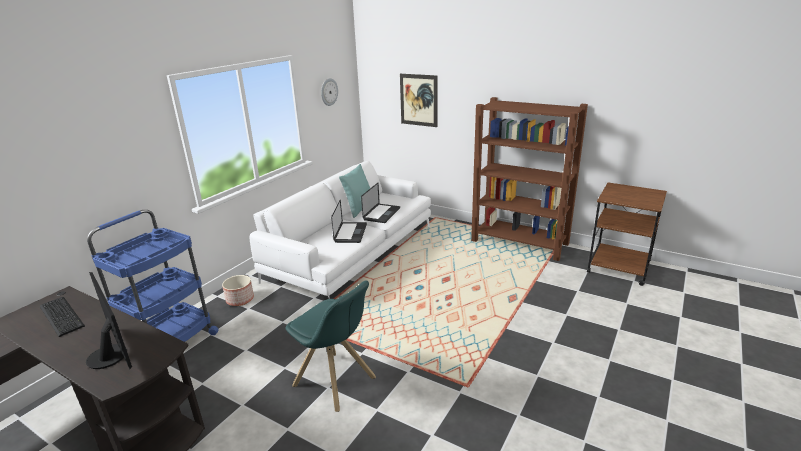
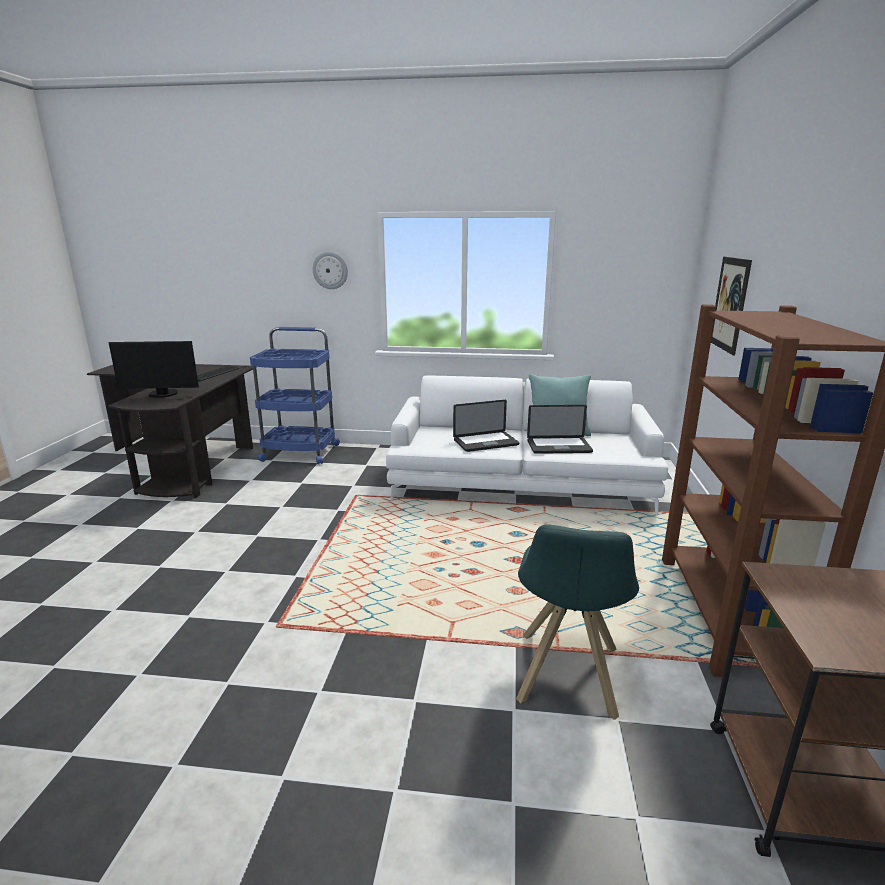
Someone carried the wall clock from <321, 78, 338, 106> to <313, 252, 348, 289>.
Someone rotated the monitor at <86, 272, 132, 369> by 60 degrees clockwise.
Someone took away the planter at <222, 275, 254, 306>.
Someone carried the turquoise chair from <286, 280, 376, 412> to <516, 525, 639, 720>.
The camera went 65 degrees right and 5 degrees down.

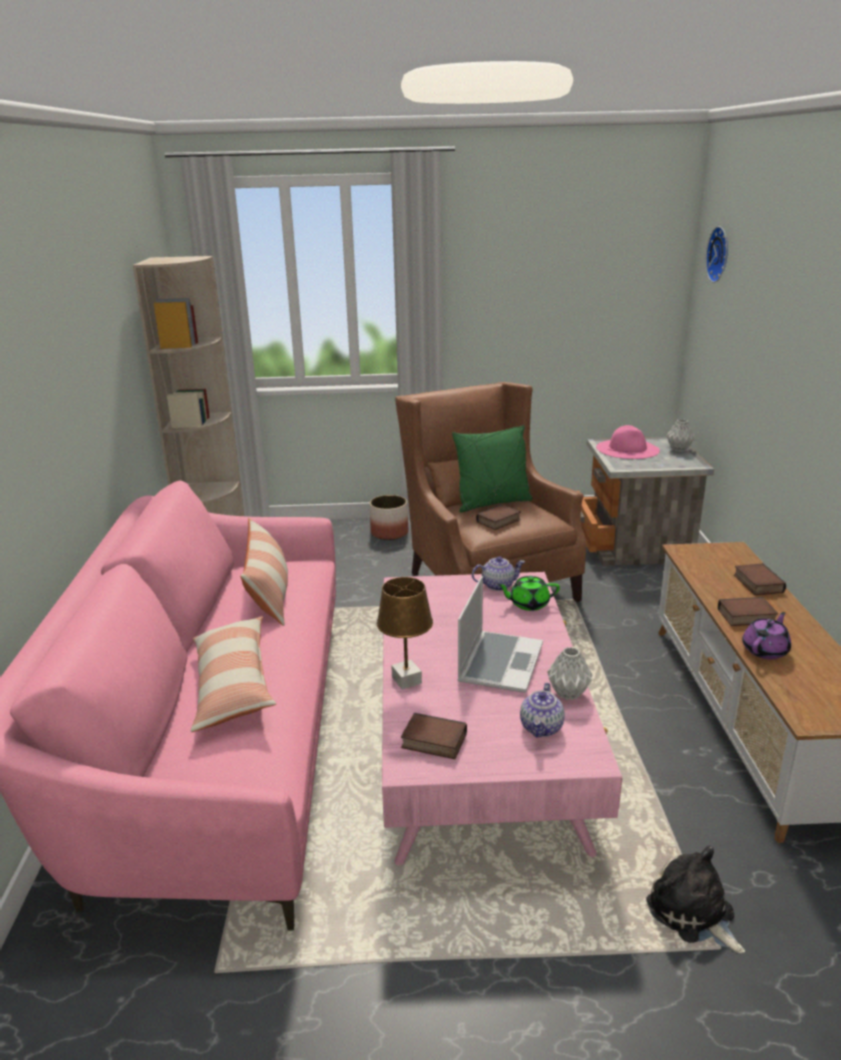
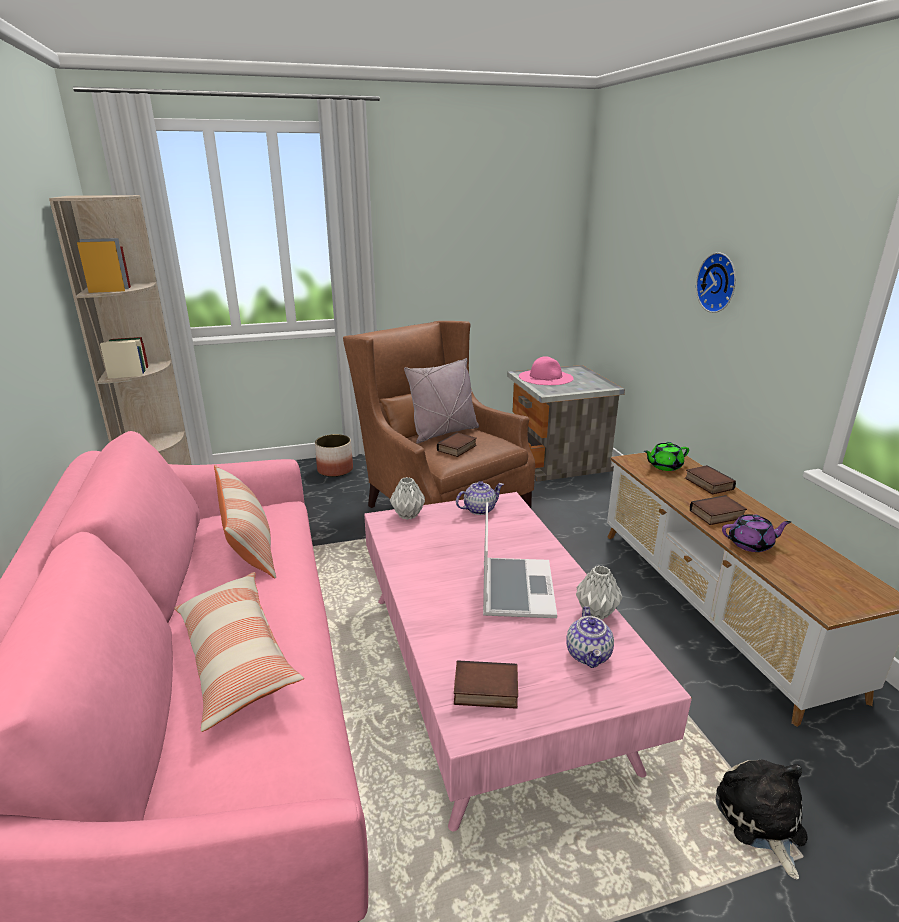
Someone carried the wall clock from <706, 226, 728, 283> to <696, 252, 736, 313>.
Someone carried the grey vase from <667, 419, 695, 452> to <390, 477, 425, 520>.
Someone repainted the green pillow at <452, 425, 533, 513>, which became the purple pillow at <404, 358, 479, 444>.
Someone carried the green teapot from <497, 576, 560, 611> to <644, 442, 689, 471>.
Someone took away the brown table lamp at <377, 577, 433, 689>.
Someone rotated the purple teapot at <742, 612, 791, 659> by 60 degrees clockwise.
Someone rotated the plush toy at <646, 846, 745, 953> by 45 degrees clockwise.
The camera went 15 degrees left and 0 degrees up.

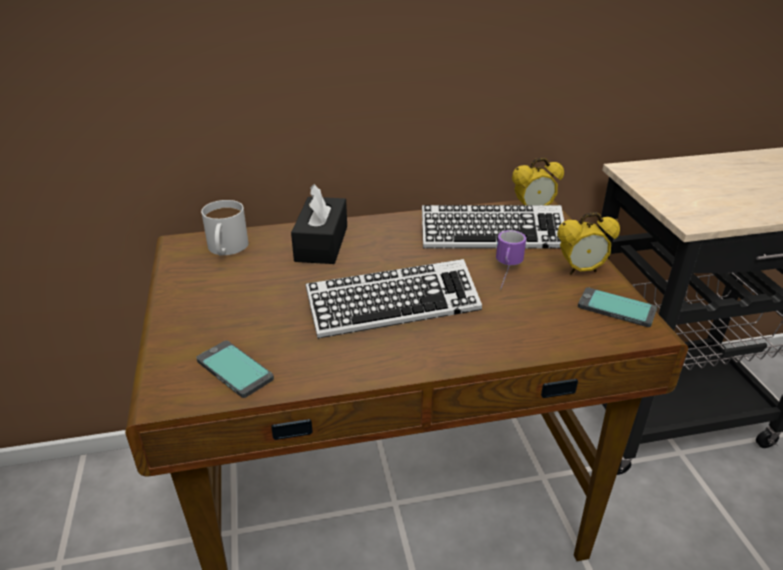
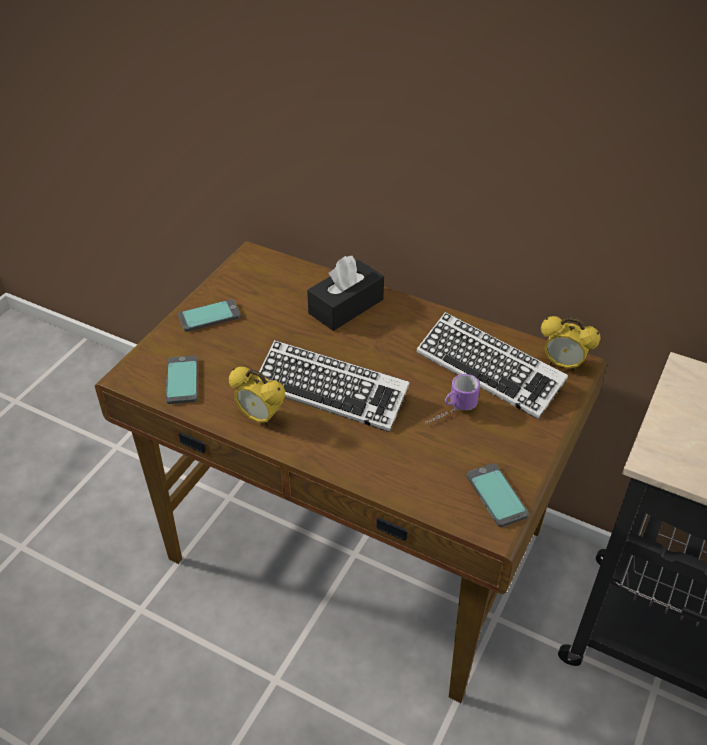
Someone took away the white mug at <201, 200, 249, 255>.
Someone carried the alarm clock from <557, 212, 620, 275> to <229, 367, 285, 426>.
Someone put down the phone at <178, 299, 241, 332>.
The camera went 40 degrees right and 10 degrees up.

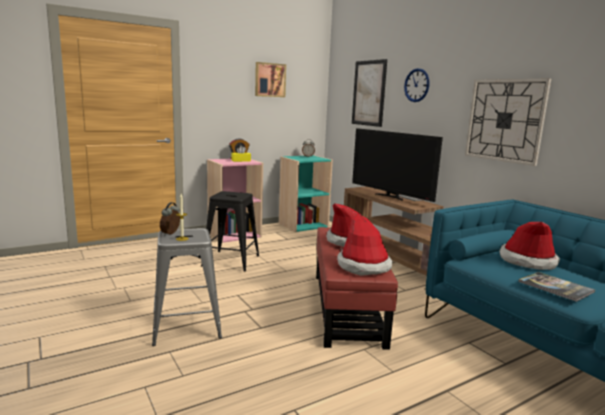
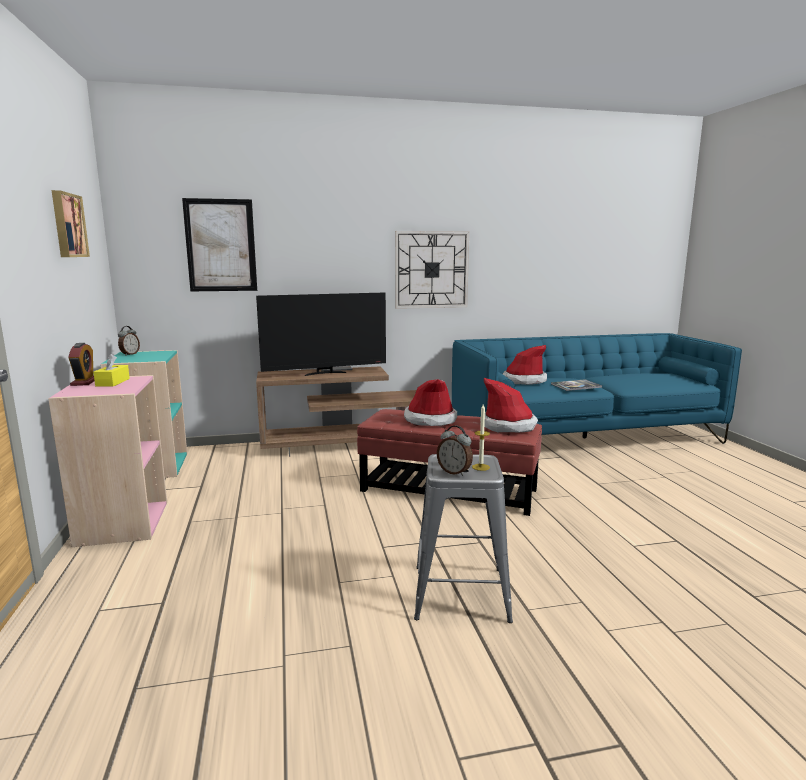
Someone took away the wall clock at <404, 68, 429, 102>.
Someone took away the black stool at <201, 191, 259, 271>.
The camera went 70 degrees left and 0 degrees up.

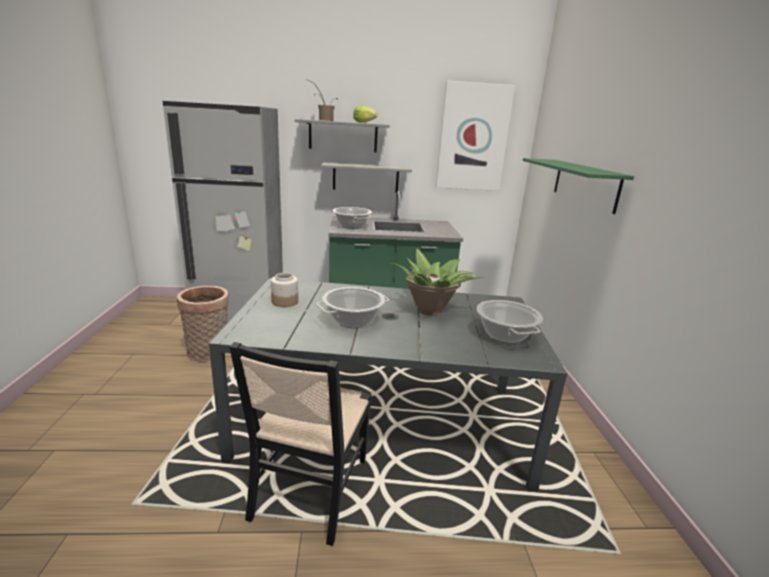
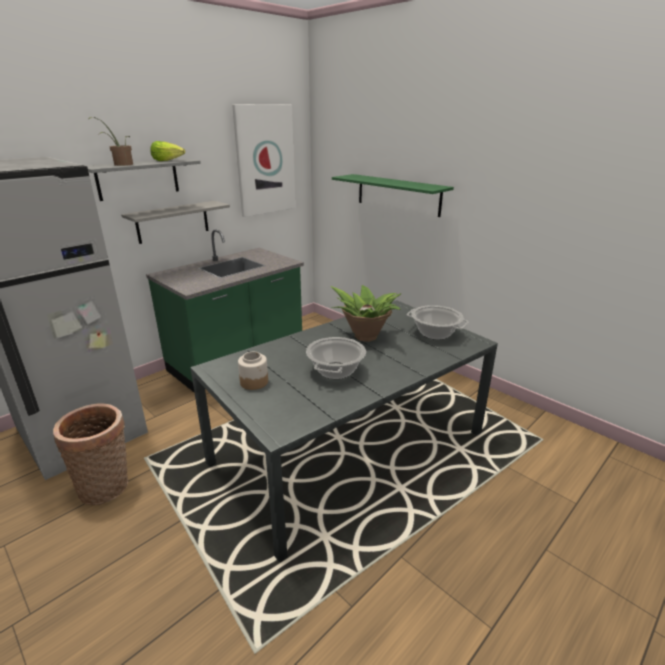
Someone took away the cooking pot at <333, 207, 372, 229>.
Someone took away the chair at <229, 342, 372, 546>.
The camera went 40 degrees left and 5 degrees up.

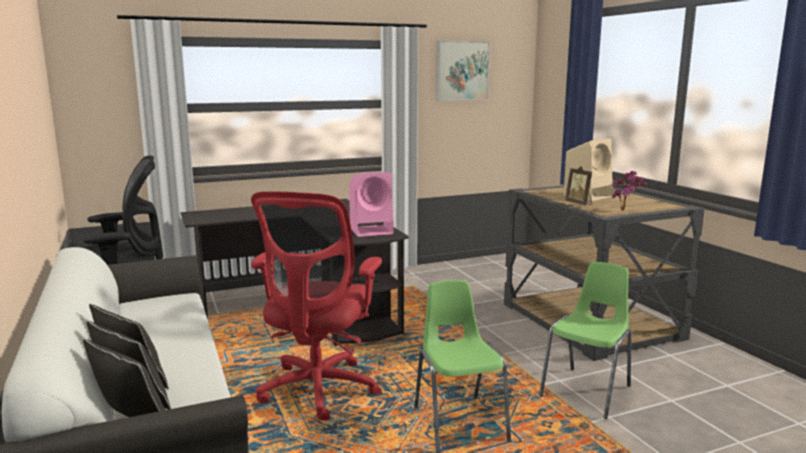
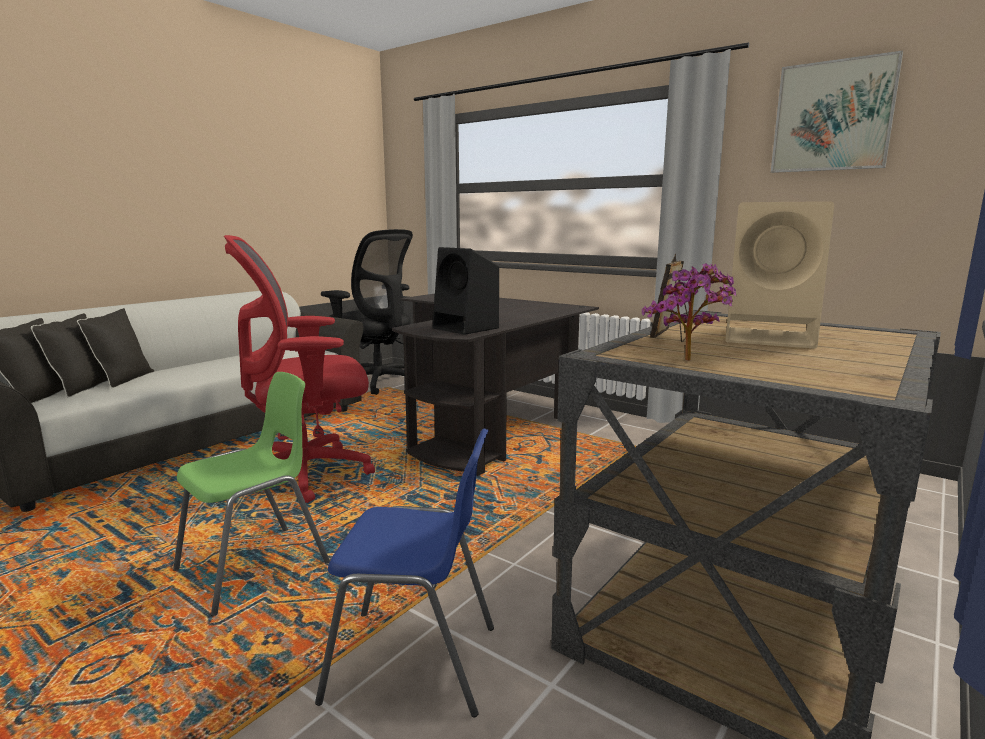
Someone repainted the pink speaker at <349, 172, 394, 237>, which became the black speaker at <432, 247, 499, 335>.
Someone repainted the green chair at <539, 262, 631, 419>, which became the blue chair at <315, 428, 494, 717>.
The camera went 60 degrees right and 0 degrees up.

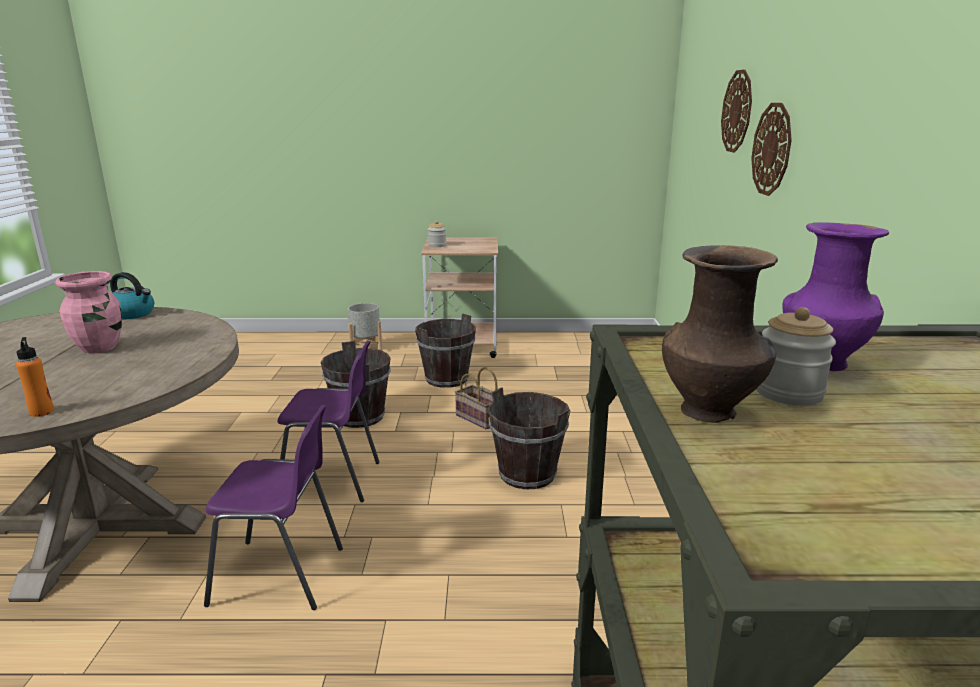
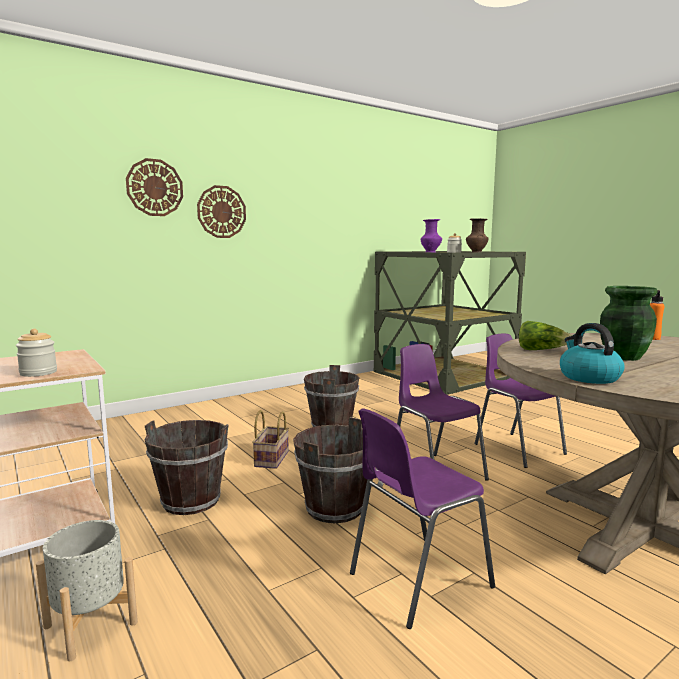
Someone repainted the pink vase at <55, 271, 122, 354>, which became the green vase at <600, 286, 658, 361>.
Someone put down the lettuce at <519, 321, 572, 350>.
Someone put down the purple chair at <350, 408, 495, 629>.
The camera went 125 degrees left and 10 degrees down.

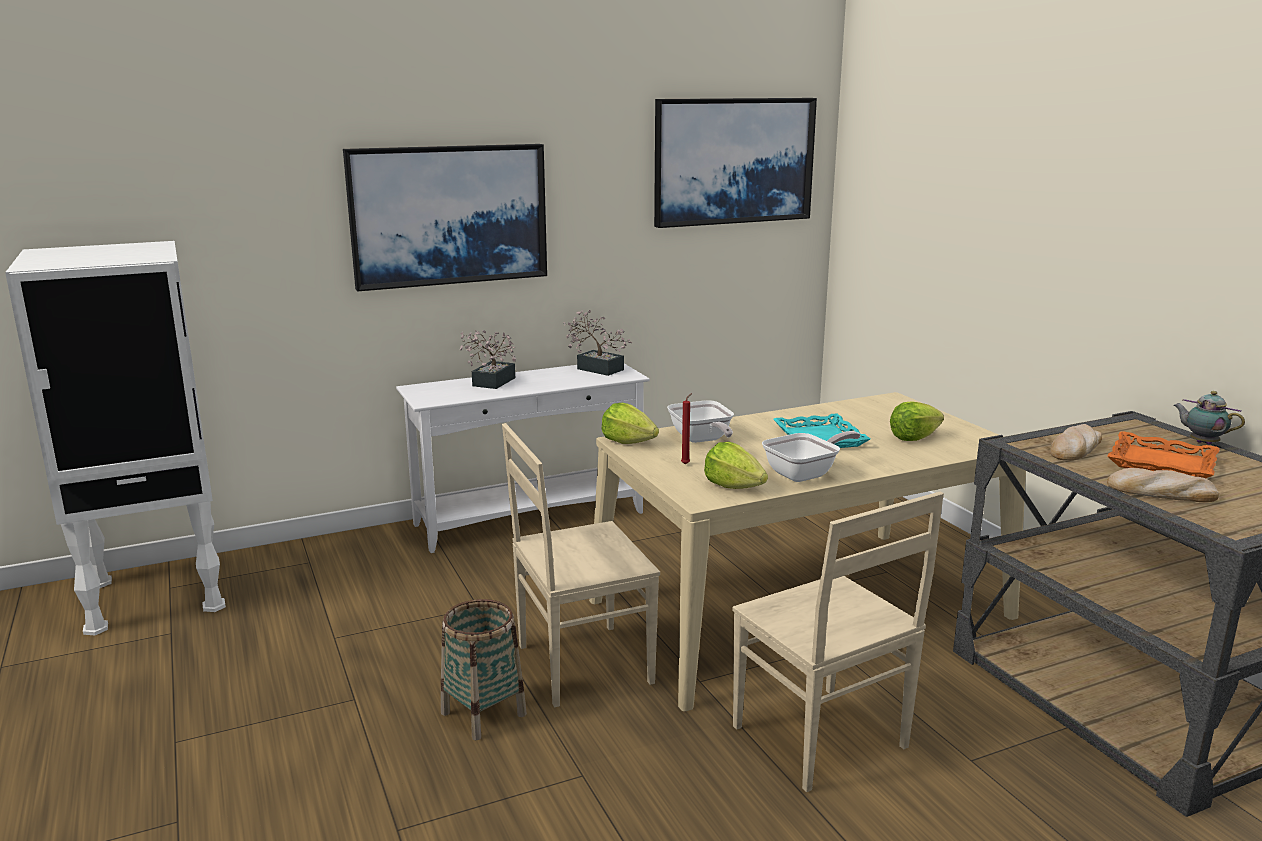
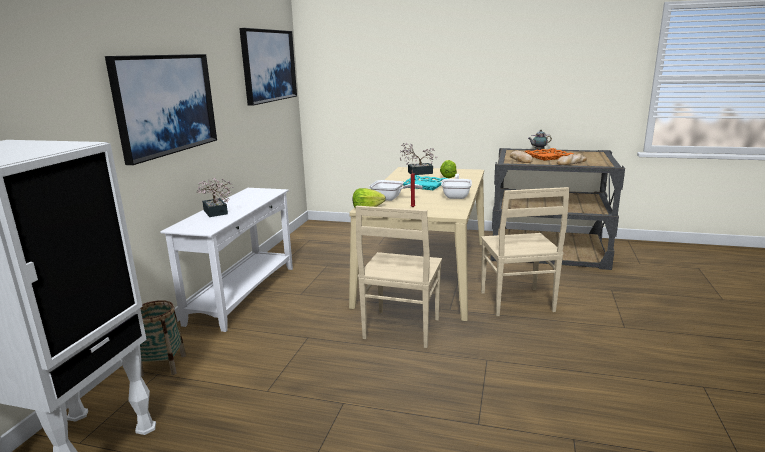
Someone carried the potted plant from <564, 310, 632, 376> to <400, 143, 437, 175>.
Someone took away the lettuce at <704, 442, 768, 489>.
Someone rotated the beige chair at <732, 492, 944, 792> by 75 degrees clockwise.
Someone carried the basket from <441, 599, 527, 740> to <140, 300, 186, 377>.
The camera went 50 degrees left and 0 degrees up.

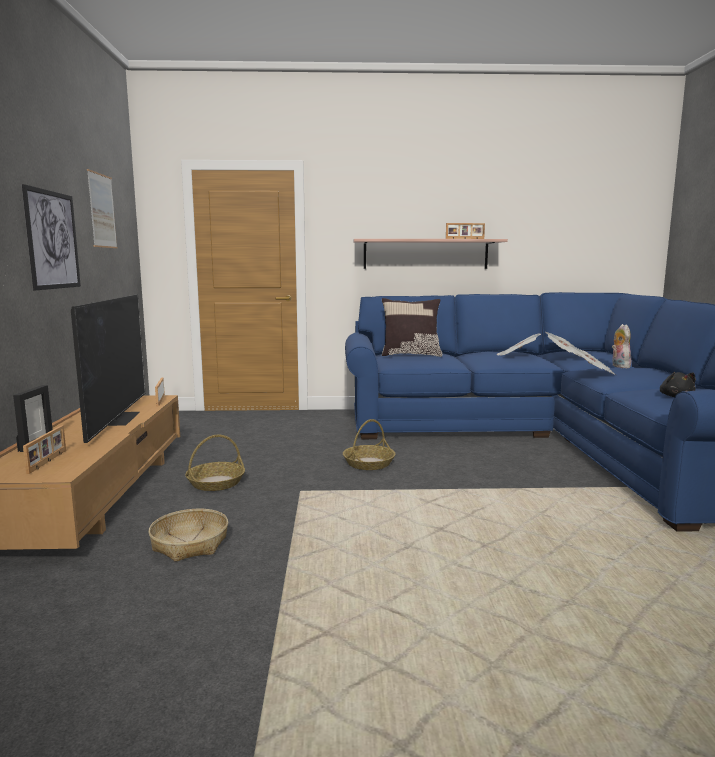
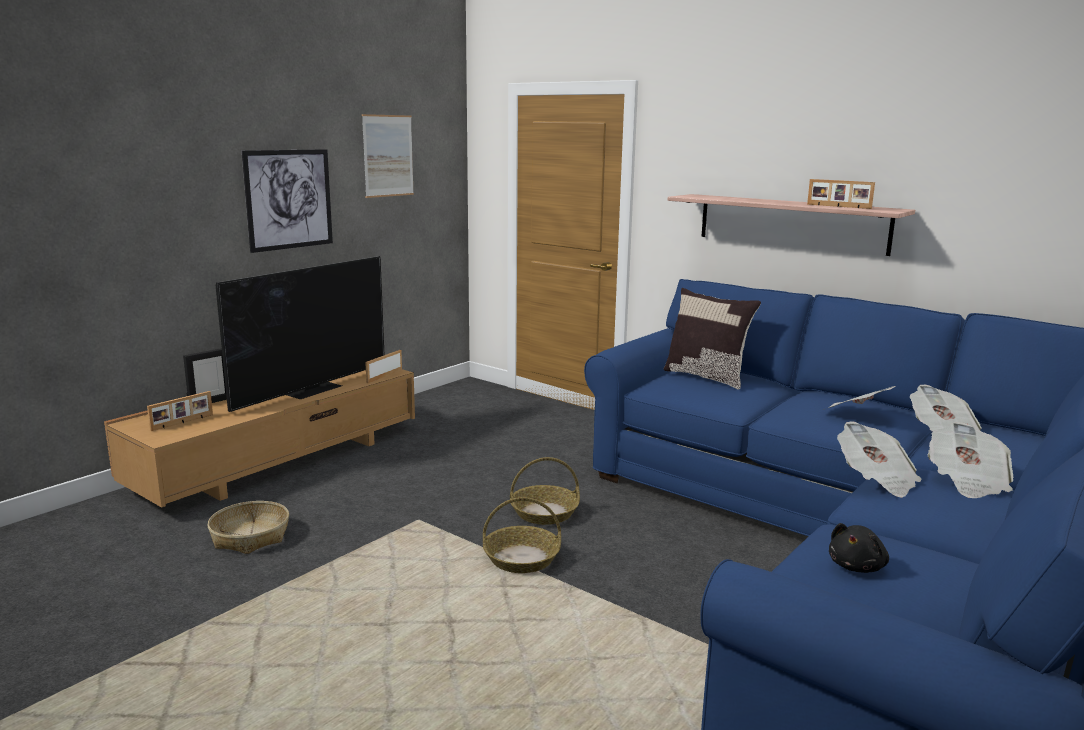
Someone swapped the plush toy at <612, 324, 631, 368> for the newspaper at <927, 422, 1013, 498>.
Someone carried the basket from <185, 435, 245, 491> to <483, 497, 561, 573>.
The camera went 40 degrees right and 5 degrees up.

